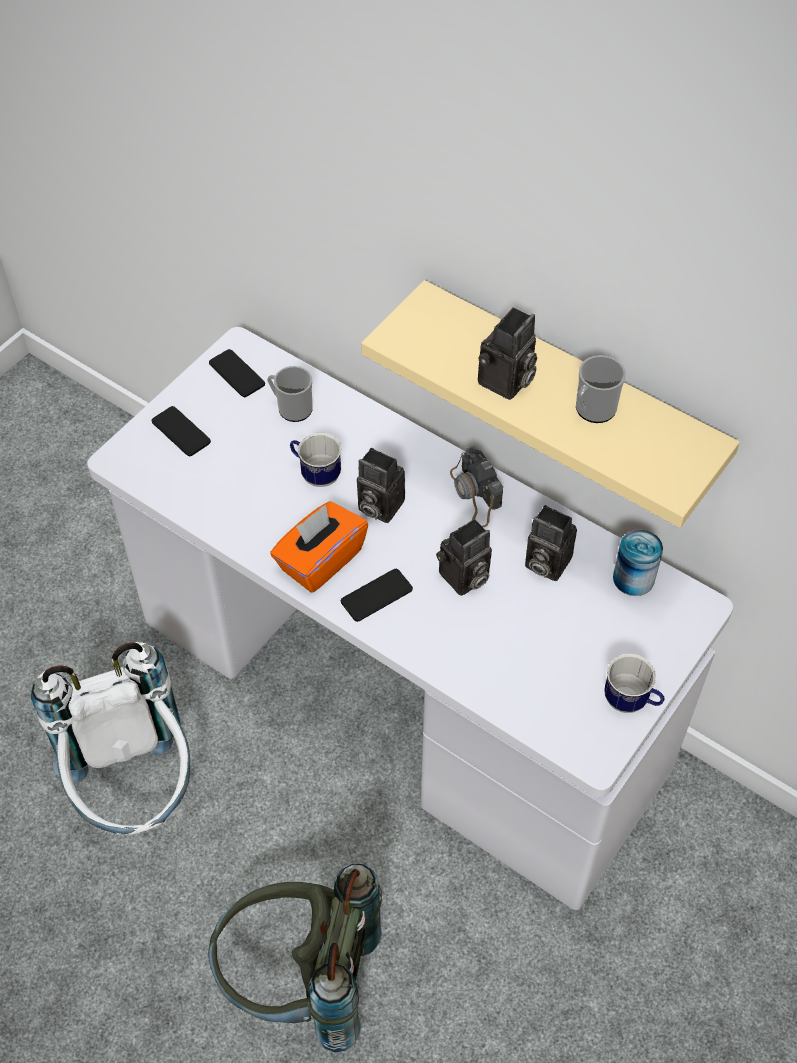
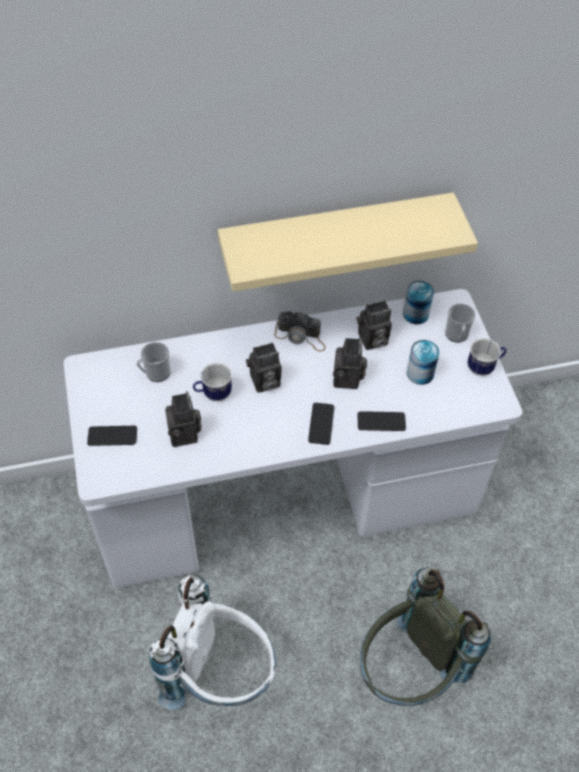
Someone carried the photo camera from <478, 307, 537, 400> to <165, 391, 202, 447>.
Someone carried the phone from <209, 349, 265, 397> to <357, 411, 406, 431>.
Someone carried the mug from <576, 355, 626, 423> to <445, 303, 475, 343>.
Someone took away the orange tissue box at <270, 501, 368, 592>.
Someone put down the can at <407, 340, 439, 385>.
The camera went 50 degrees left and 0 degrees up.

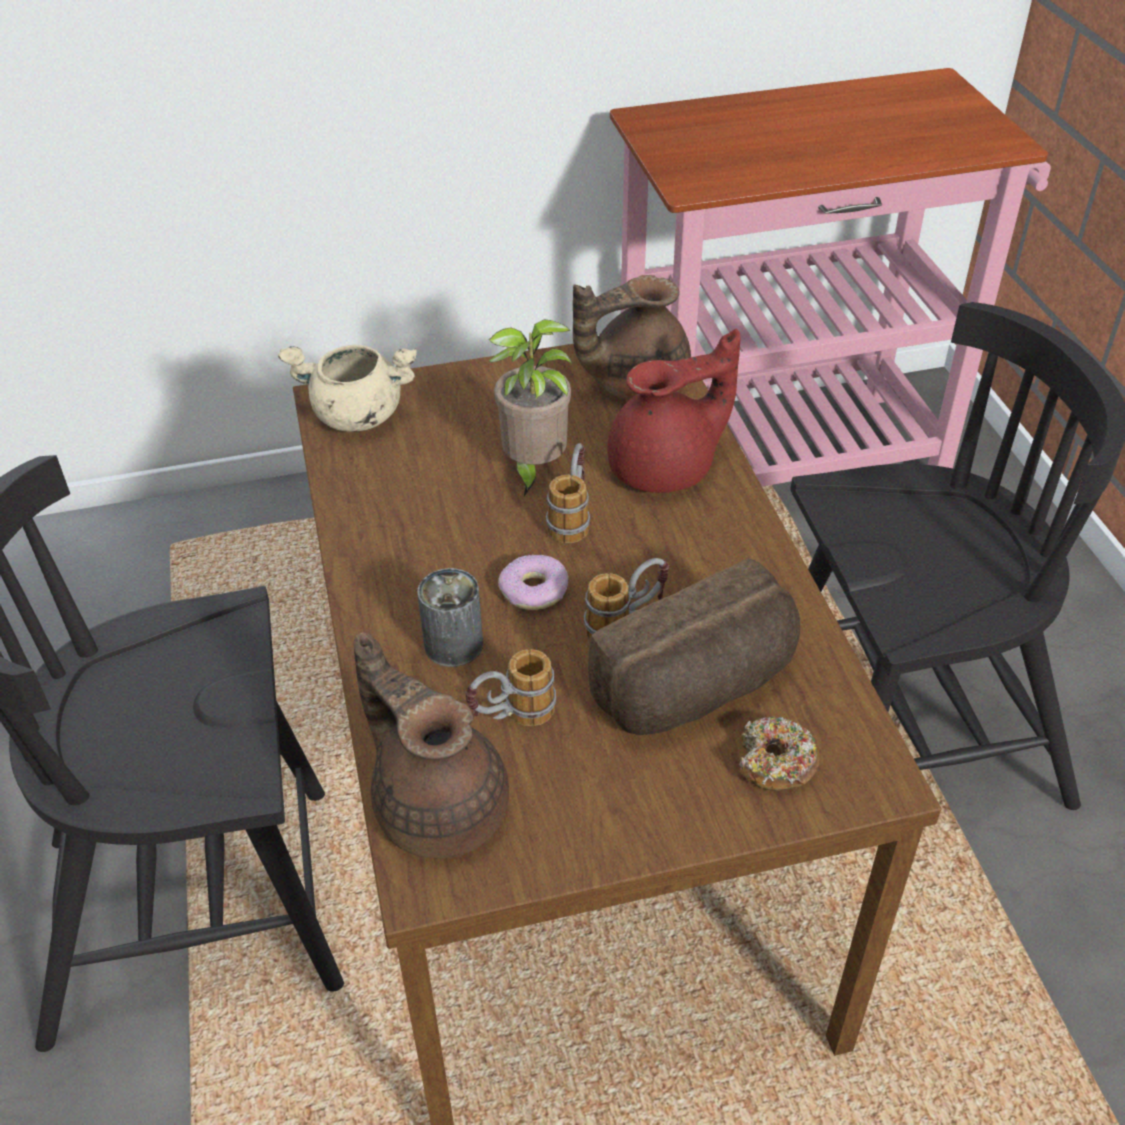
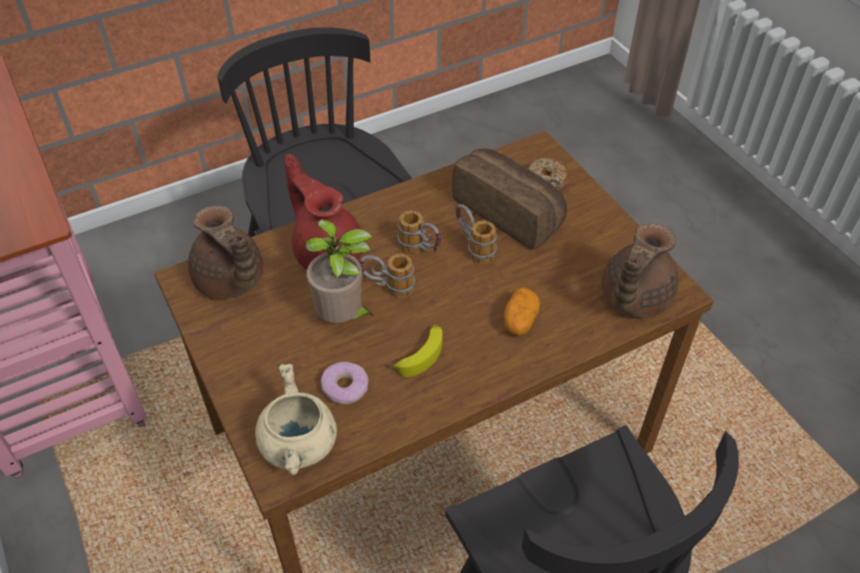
Someone carried the donut from <498, 555, 569, 610> to <321, 362, 368, 404>.
Someone swapped the can at <417, 568, 483, 667> for the potato at <504, 287, 540, 336>.
Someone carried the mug from <466, 649, 556, 726> to <397, 210, 442, 253>.
Someone put down the banana at <391, 324, 443, 377>.
The camera went 105 degrees left and 5 degrees up.

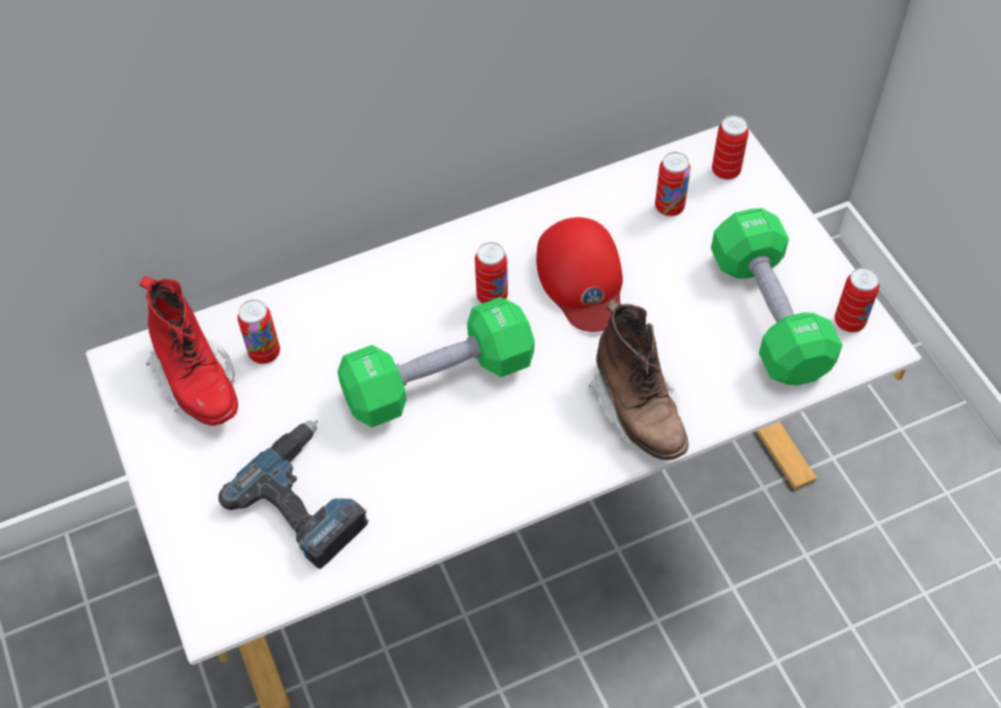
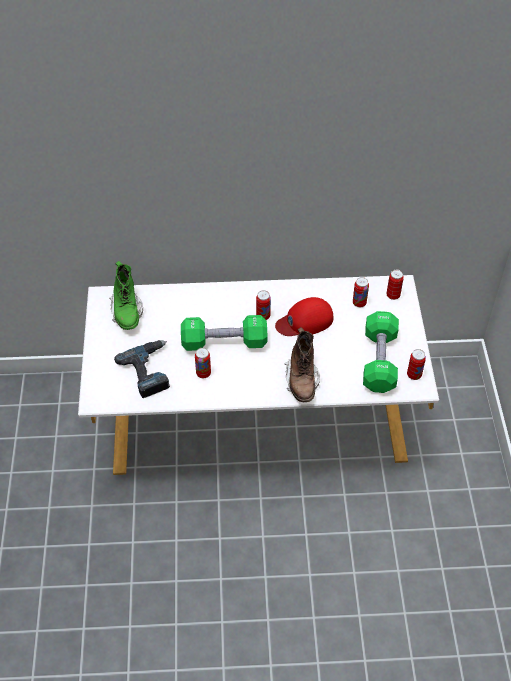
Someone rotated the red cap at <536, 217, 623, 332> by 60 degrees clockwise.
Someone repainted the red boot at <140, 276, 238, 426>, which became the green boot at <109, 261, 143, 330>.
Someone carried the can from <238, 299, 280, 364> to <195, 348, 211, 378>.
The camera went 20 degrees right and 5 degrees down.

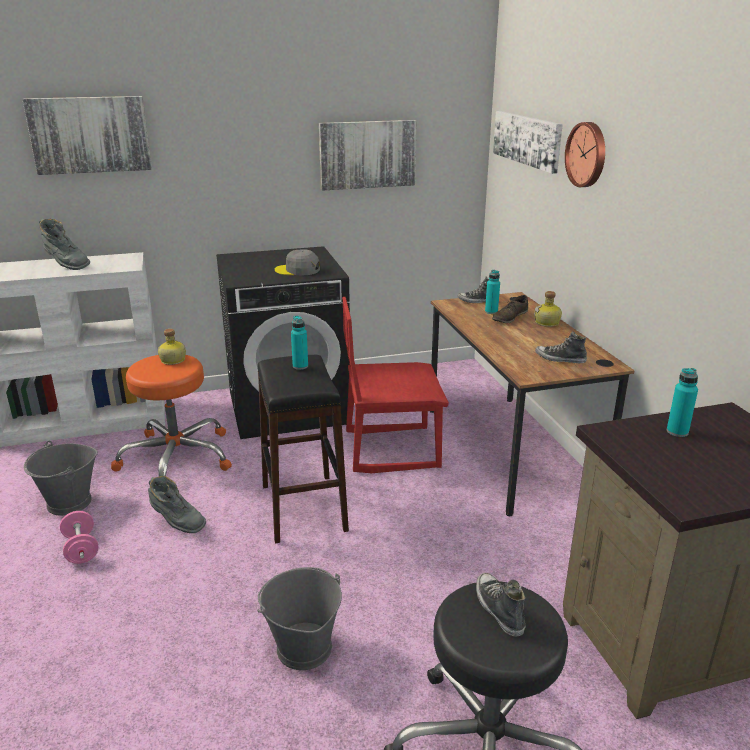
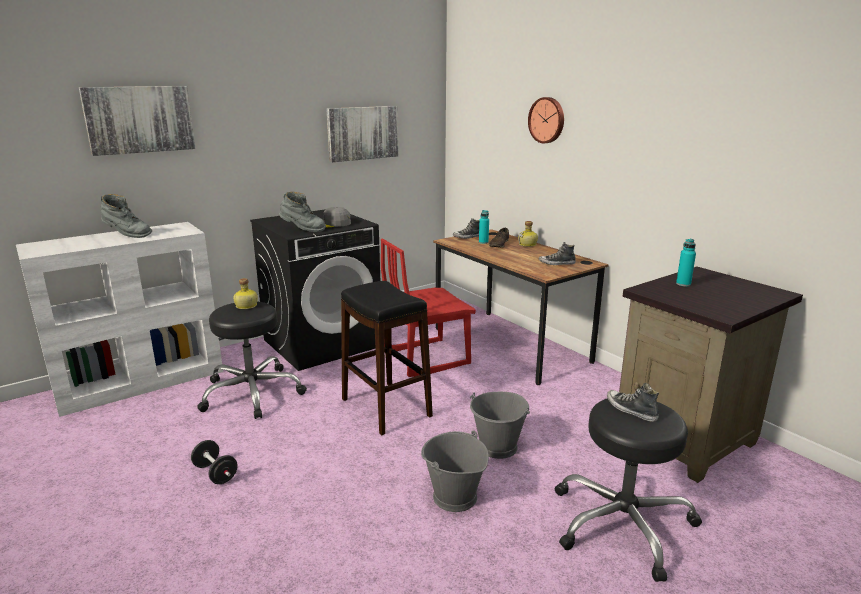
Someone took away the picture at <493, 111, 563, 174>.
Someone took away the turquoise bottle at <291, 316, 308, 370>.
Someone repainted the orange stool at <111, 355, 232, 476>, which became the black stool at <197, 301, 307, 419>.
Someone carried the grey bucket from <24, 441, 98, 516> to <470, 392, 530, 459>.
Someone carried the grey boot from <148, 476, 206, 533> to <279, 192, 326, 232>.
Someone repainted the pink dumbbell at <60, 511, 99, 564>, which became the black dumbbell at <191, 440, 238, 484>.
The camera went 20 degrees left and 5 degrees down.

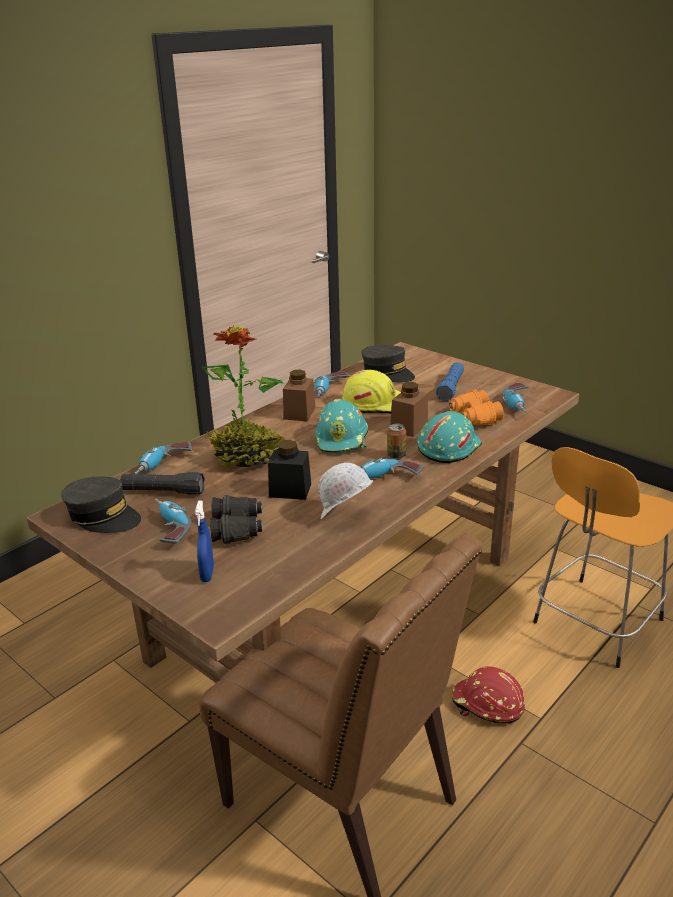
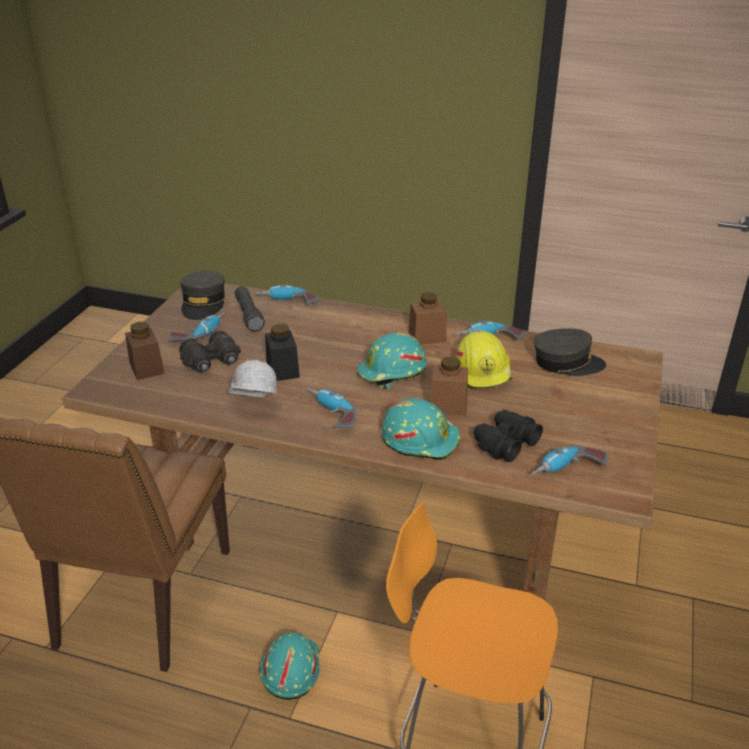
Someone took away the potted plant at <202, 325, 285, 469>.
Someone rotated the grey cap at <361, 345, 415, 383> by 105 degrees counterclockwise.
Someone took away the blue flashlight at <436, 362, 464, 401>.
Someone repainted the orange binoculars at <448, 390, 504, 425>, which became the black binoculars at <473, 410, 543, 462>.
Someone took away the can at <387, 424, 406, 459>.
Someone swapped the blue spray bottle at <195, 501, 214, 582> for the brown jar at <125, 322, 165, 380>.
Someone repainted the red hard hat at <452, 666, 525, 724>, which became the turquoise hard hat at <260, 633, 319, 700>.
The camera went 65 degrees right and 5 degrees up.

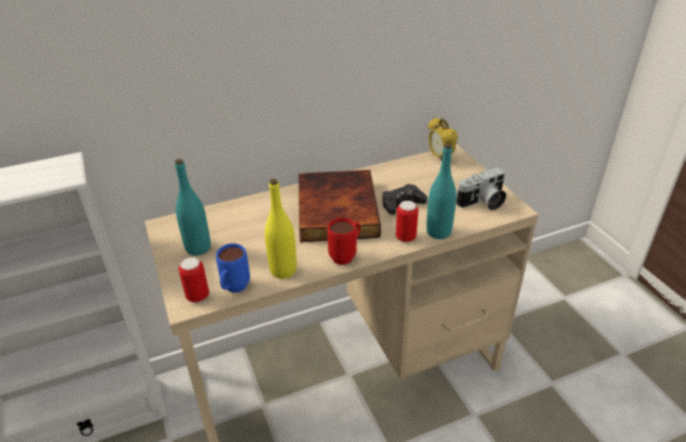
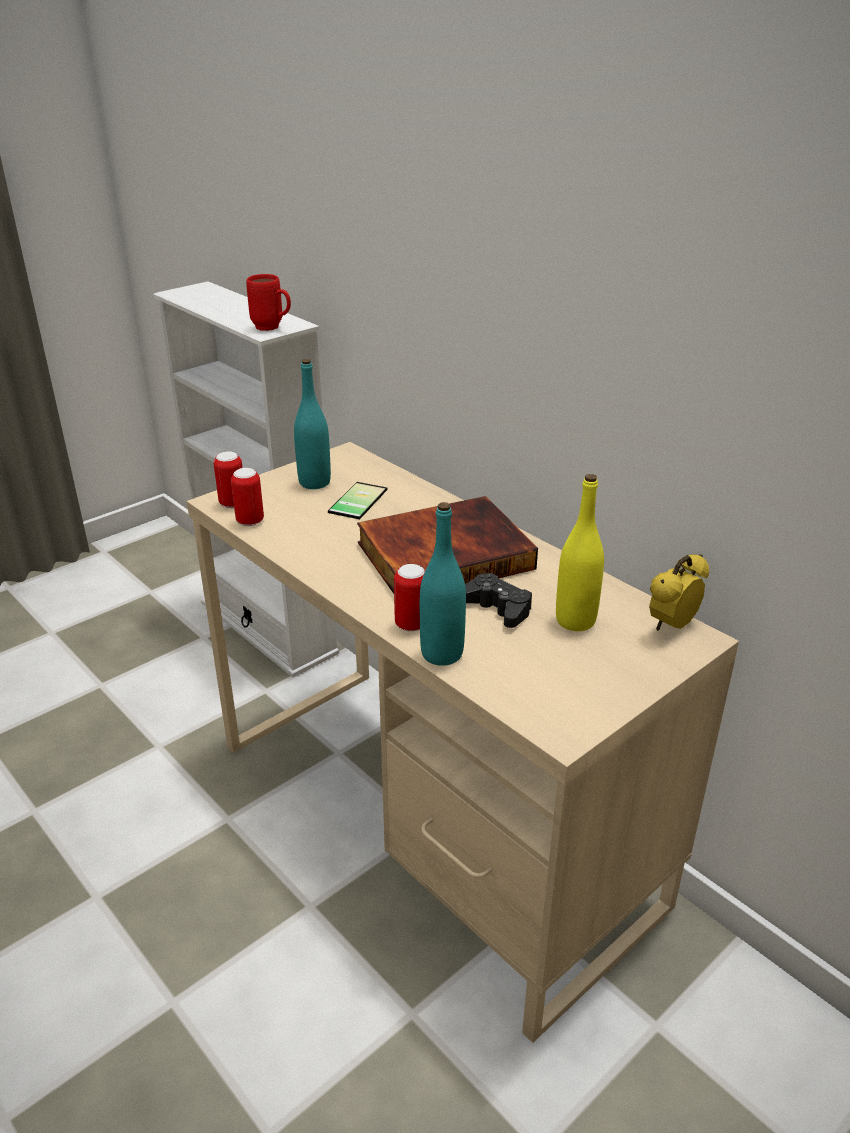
Someone took away the photo camera at <456, 167, 506, 210>.
Someone carried the yellow bottle from <265, 179, 297, 279> to <556, 474, 604, 631>.
Someone carried the red mug from <327, 218, 361, 265> to <246, 274, 291, 331>.
Someone swapped the blue mug at <216, 243, 250, 293> for the can at <231, 468, 264, 526>.
Someone put down the phone at <328, 482, 387, 519>.
The camera went 70 degrees right and 5 degrees down.

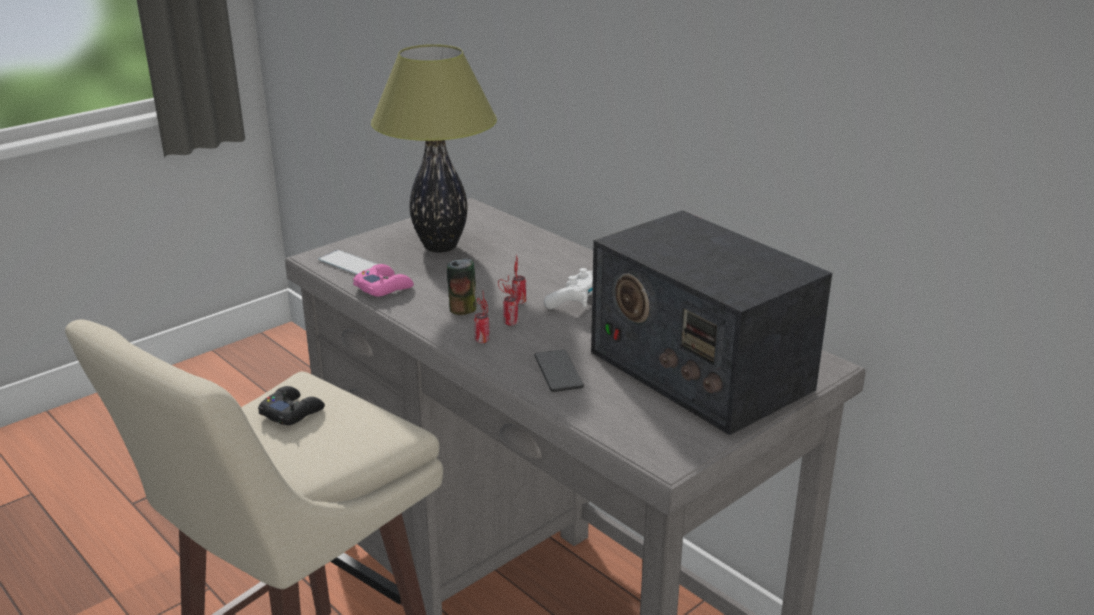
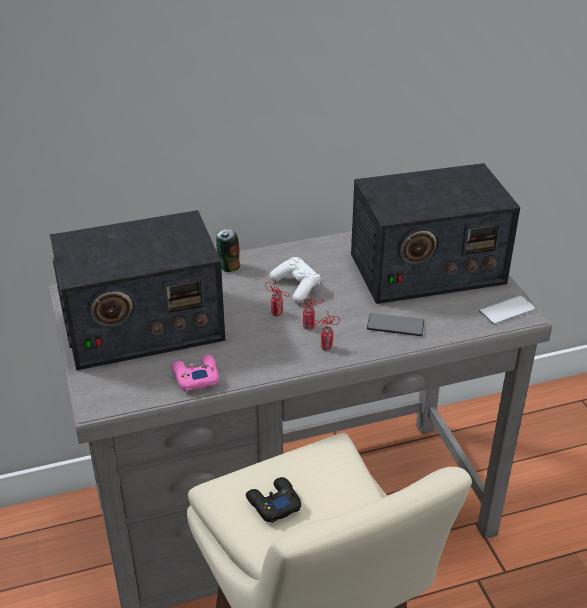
Someone swapped the table lamp at <371, 44, 497, 253> for the radio at <50, 210, 225, 371>.
Someone carried the phone from <318, 250, 377, 275> to <479, 295, 536, 324>.
Someone carried the can from <447, 258, 477, 315> to <216, 228, 240, 272>.
The camera went 65 degrees left and 10 degrees up.

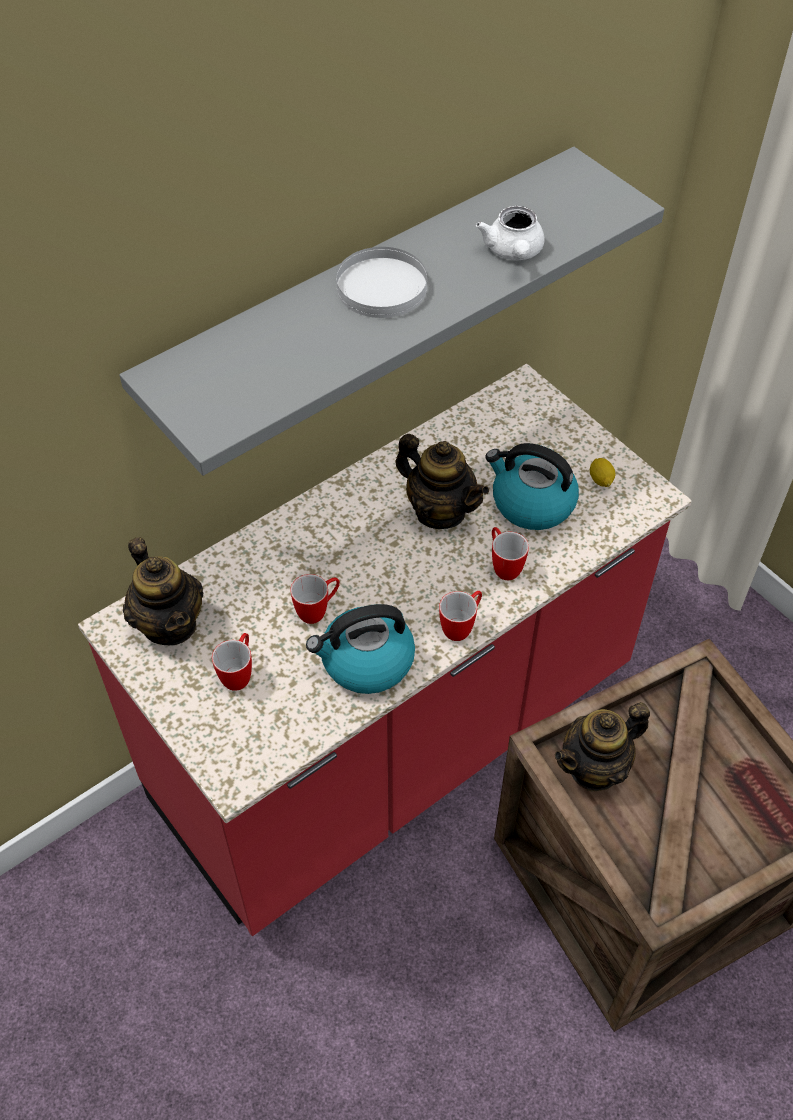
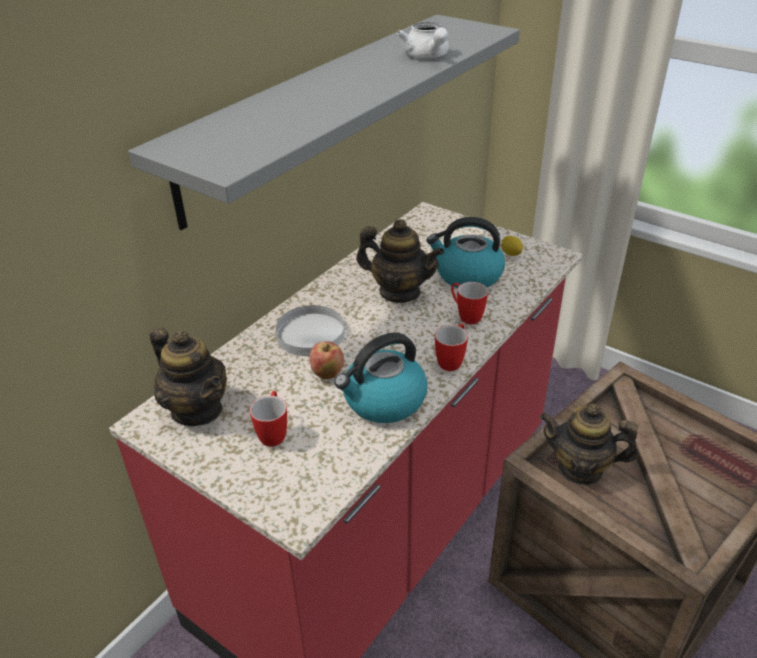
Someone carried the white plate from <336, 247, 427, 318> to <275, 305, 345, 356>.
Someone swapped the mug at <290, 574, 340, 624> for the apple at <309, 341, 344, 379>.
Someone rotated the teapot at <554, 702, 650, 792> by 60 degrees clockwise.
The camera went 15 degrees left and 15 degrees down.

